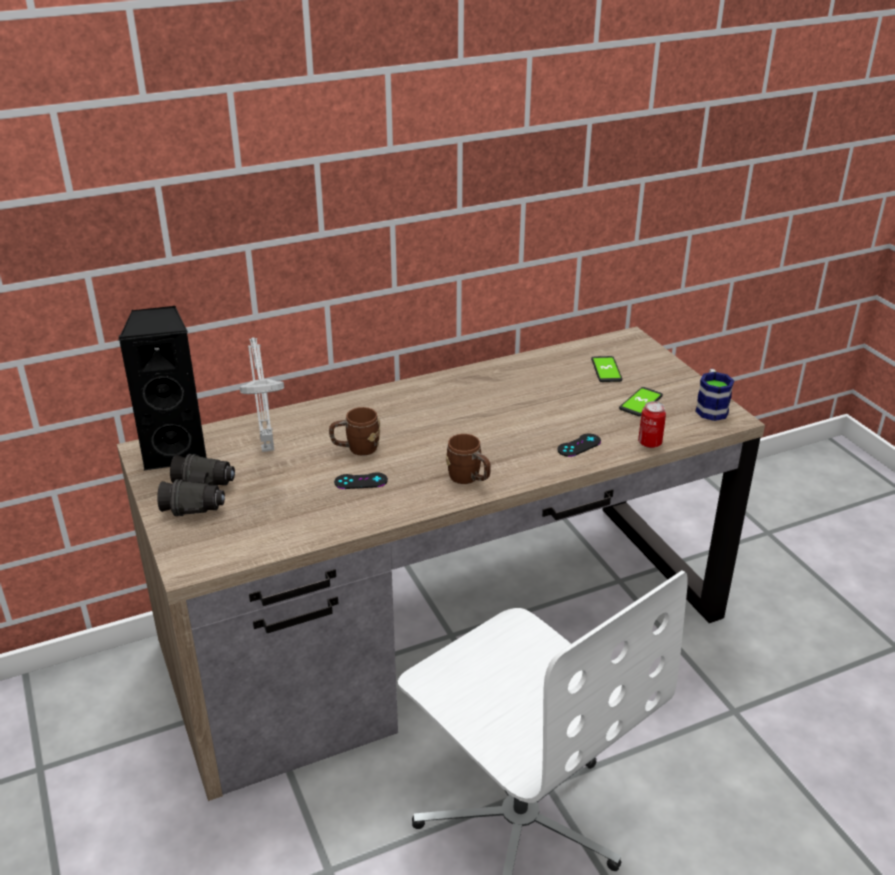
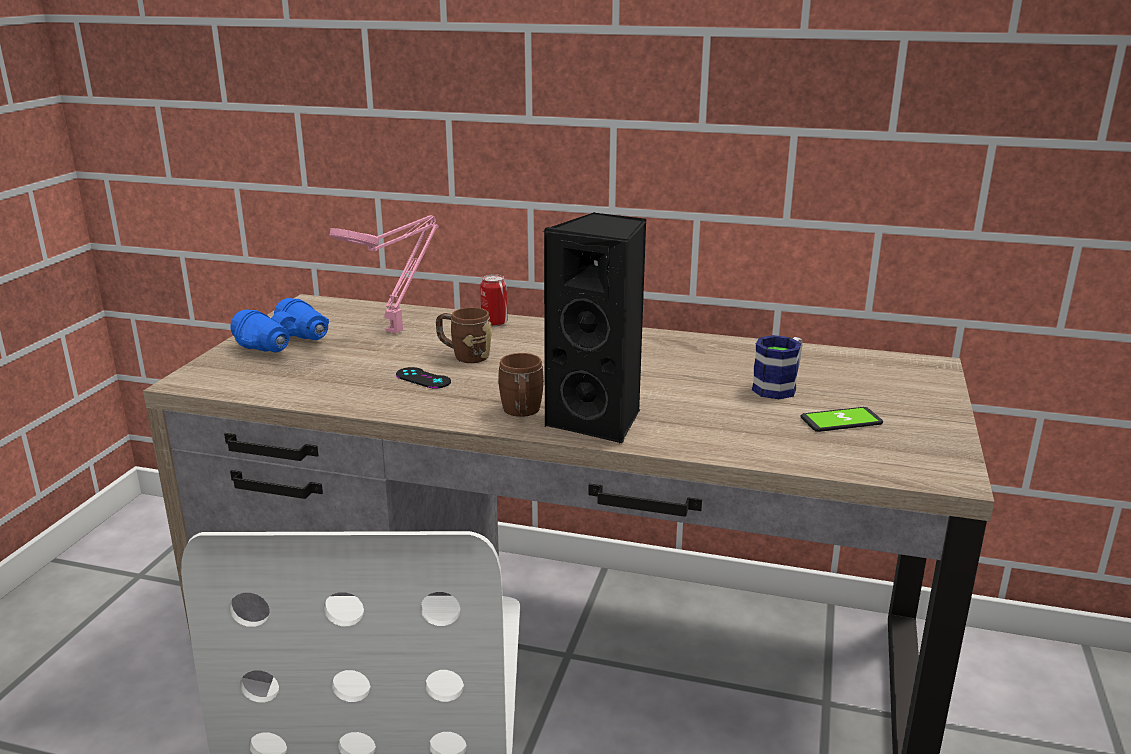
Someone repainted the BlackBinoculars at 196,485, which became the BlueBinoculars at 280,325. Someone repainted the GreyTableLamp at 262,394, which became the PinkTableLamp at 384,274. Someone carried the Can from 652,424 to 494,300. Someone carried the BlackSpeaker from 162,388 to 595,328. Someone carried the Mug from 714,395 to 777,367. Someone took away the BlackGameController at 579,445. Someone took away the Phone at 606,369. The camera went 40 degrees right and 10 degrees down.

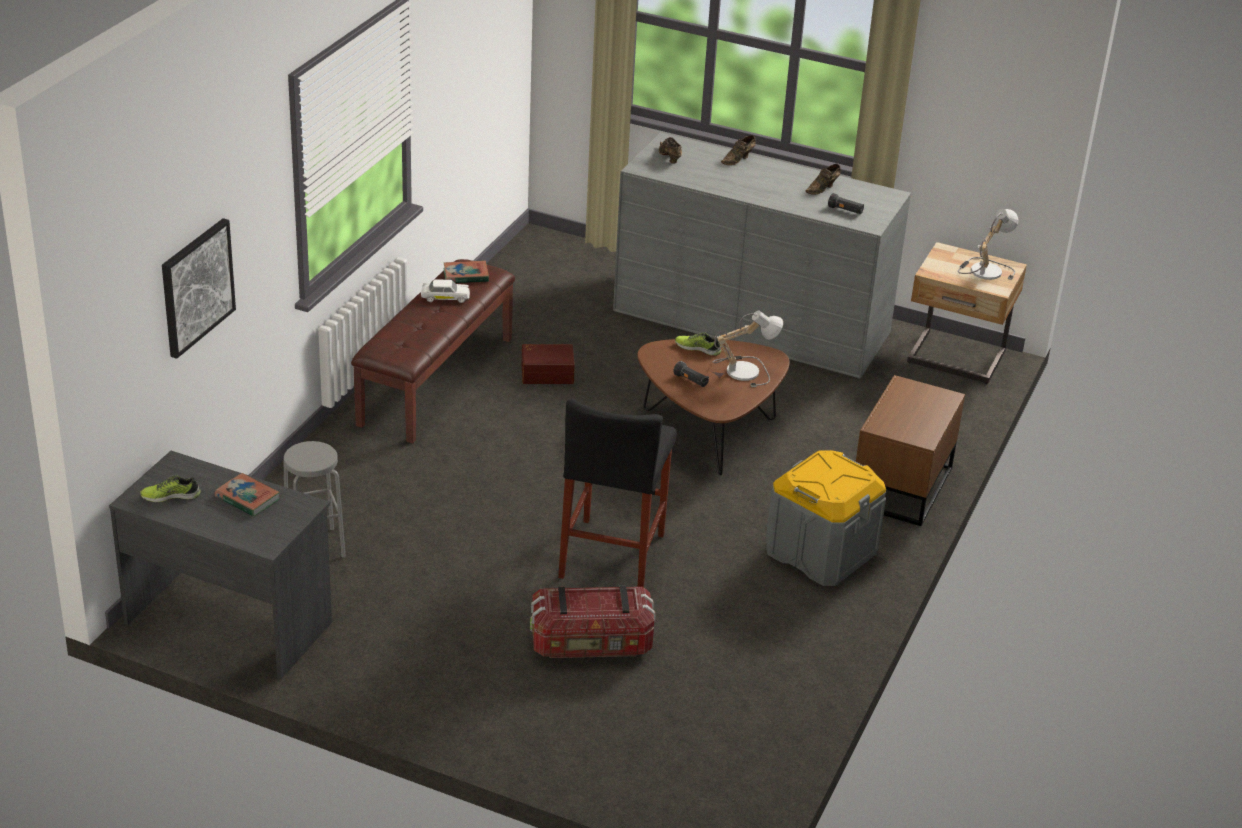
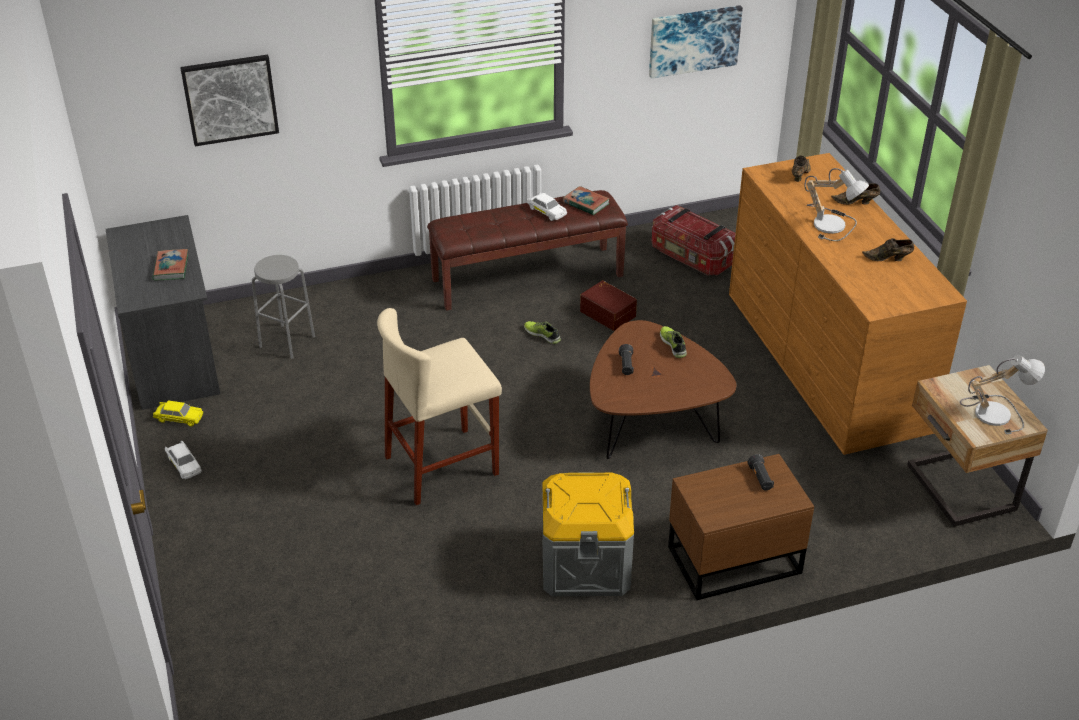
Someone put down the YellowToyCar at 178,414. Someone put down the WhiteToyCar at 183,459. Someone repainted the BlackStool at 617,493, which became the BeigeStool at 439,406. Someone carried the Shoe from 170,488 to 542,332. Someone put up the Picture at 696,41. Someone carried the StorageBox from 593,622 to 694,240. Someone repainted the GreyDresser at 762,255, which became the BrownDresser at 848,304. Someone carried the BlackFlashlight from 846,203 to 761,472. Someone carried the TableLamp from 748,348 to 836,204. The camera went 50 degrees right and 5 degrees up.

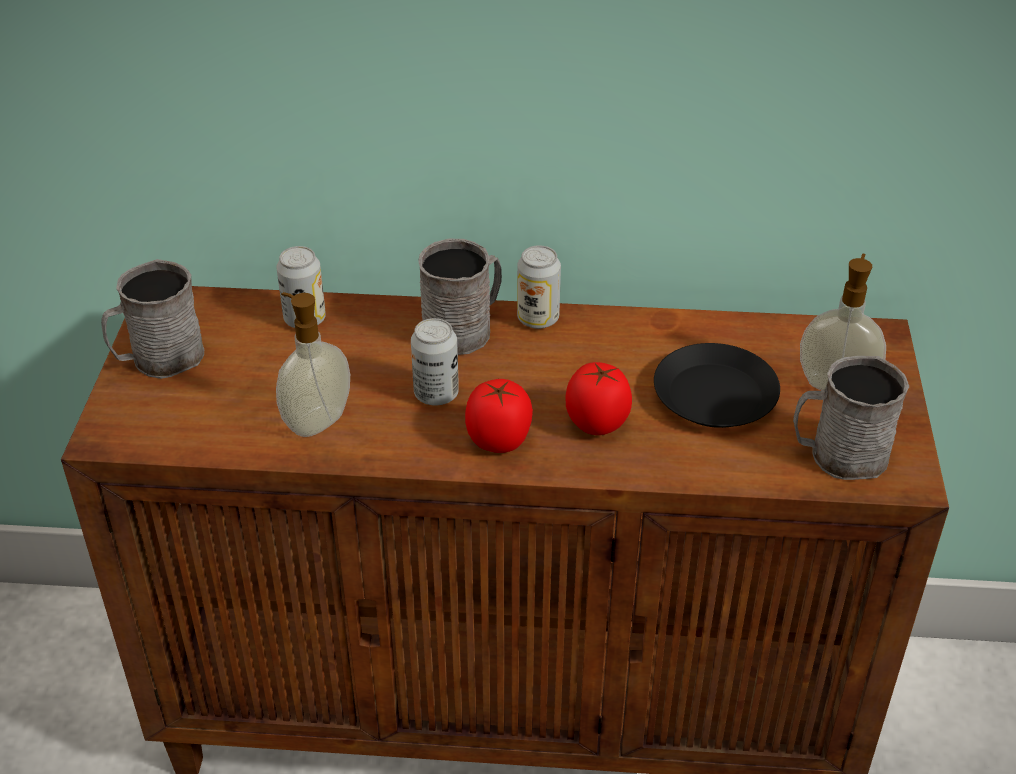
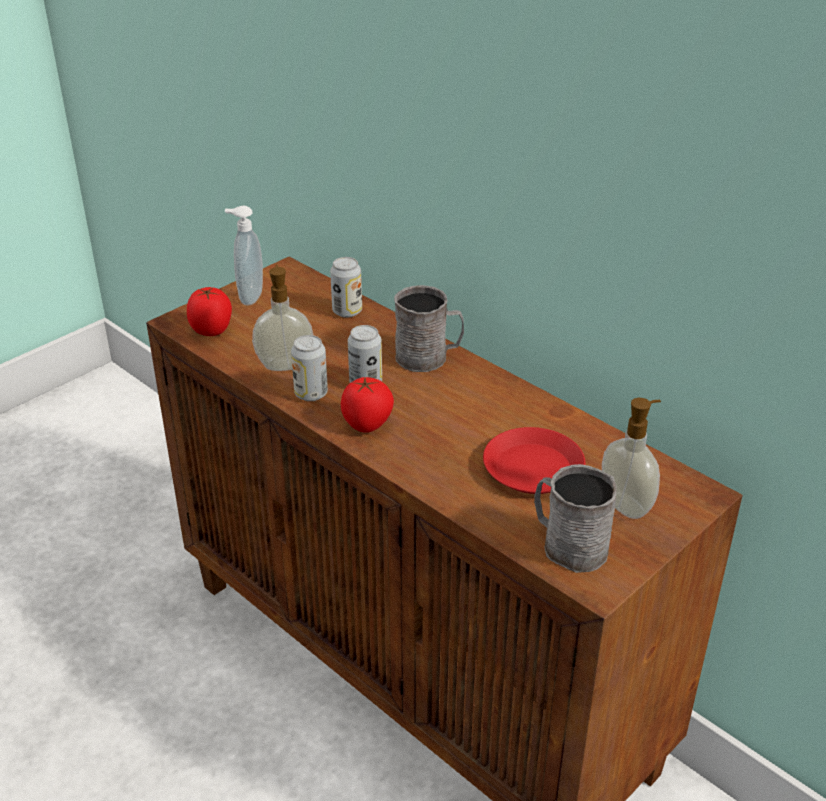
Someone carried the Tomato from 599,398 to 209,311. Someone swapped the GreyMug at 152,319 for the SoapDispenser at 244,255. Someone carried the Can from 539,287 to 309,368. Someone repainted the BlackPlate at 717,385, which became the RedPlate at 534,460. The camera went 40 degrees right and 5 degrees down.

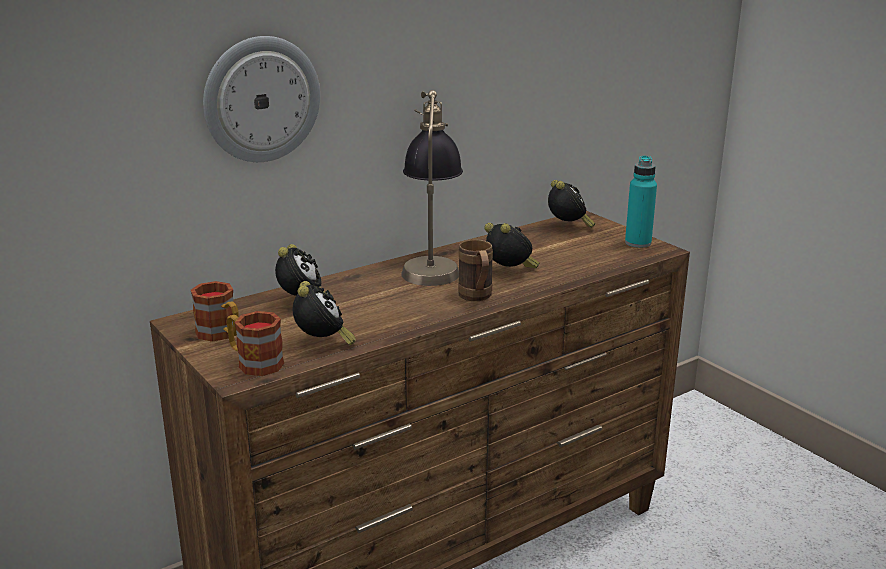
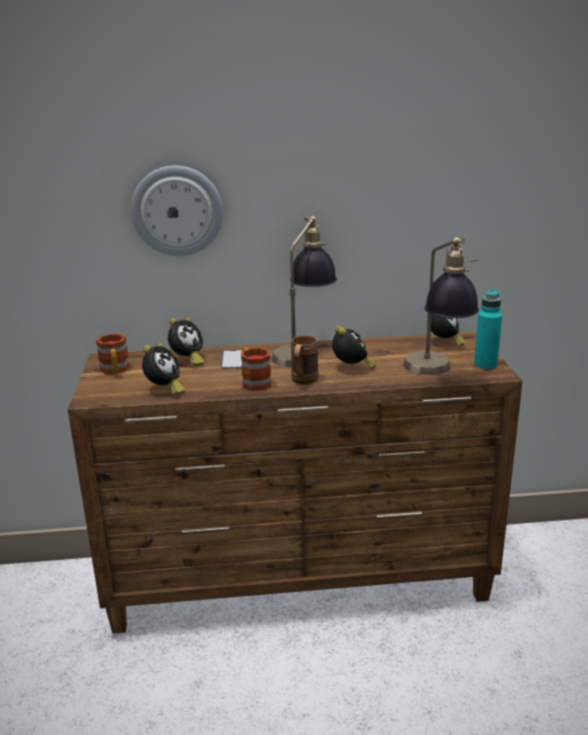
Someone put down the Phone at 232,359. Someone carried the Mug from 255,343 to 256,369. Someone put down the TableLamp at 441,306. The camera went 30 degrees right and 0 degrees up.

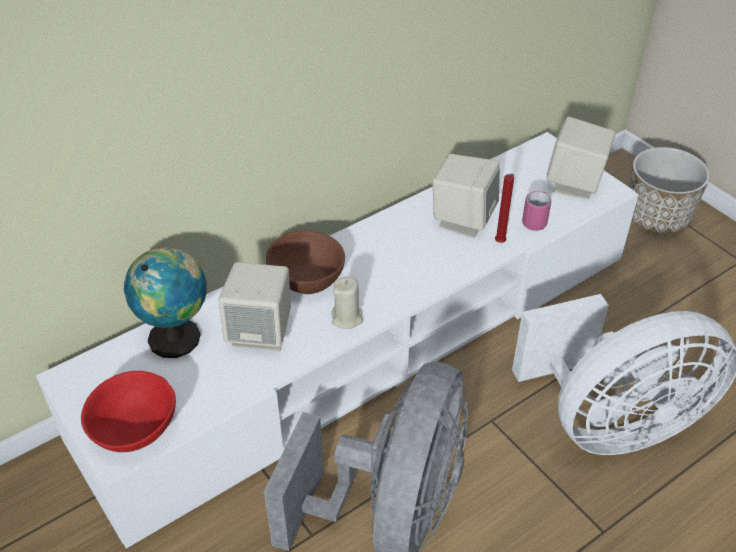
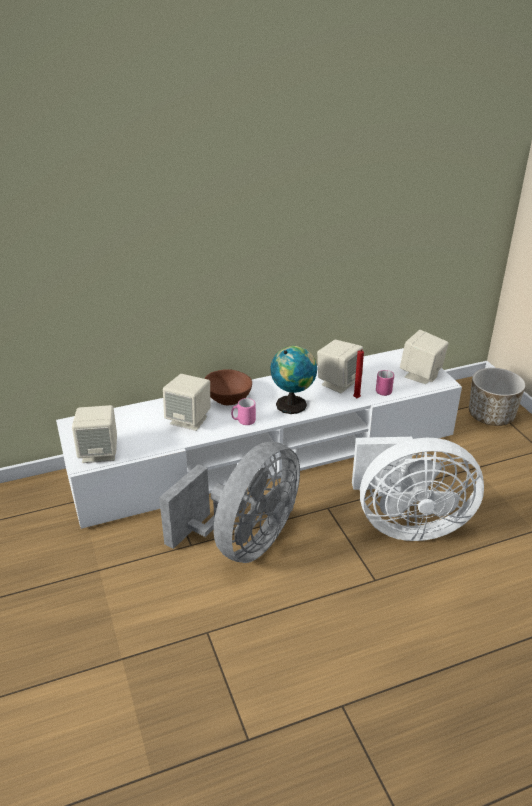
Someone swapped the RedBowl at 128,411 for the BeigeSpeaker at 94,434. Someone swapped the BeigeCandle at 347,303 for the PinkMug at 243,411. Someone carried the Globe from 165,302 to 294,380. The camera went 15 degrees right and 10 degrees down.

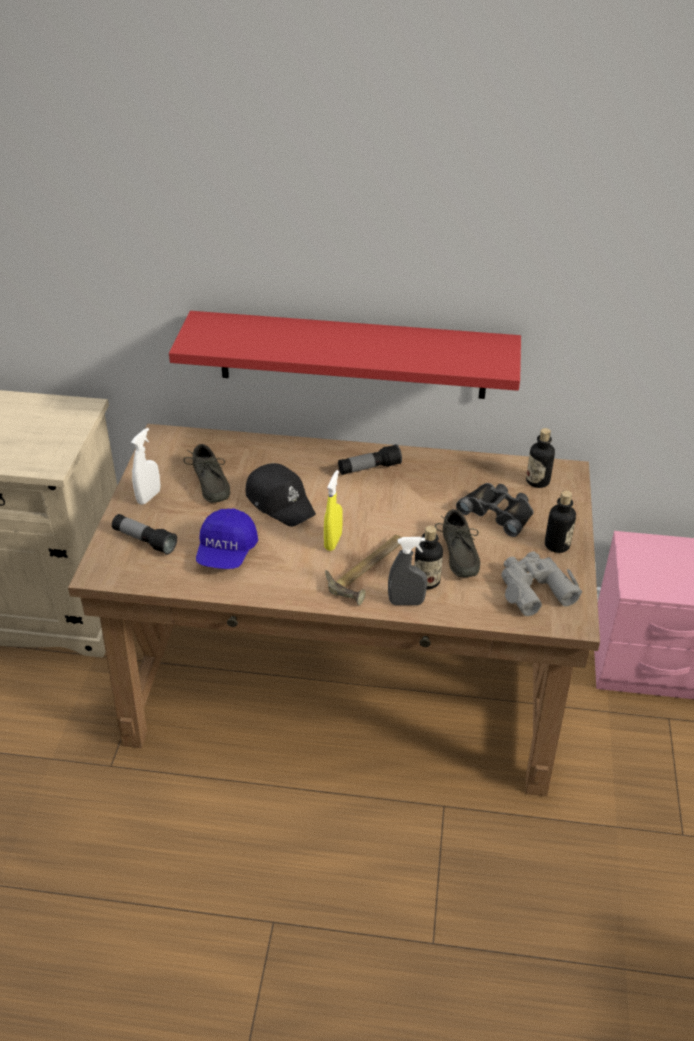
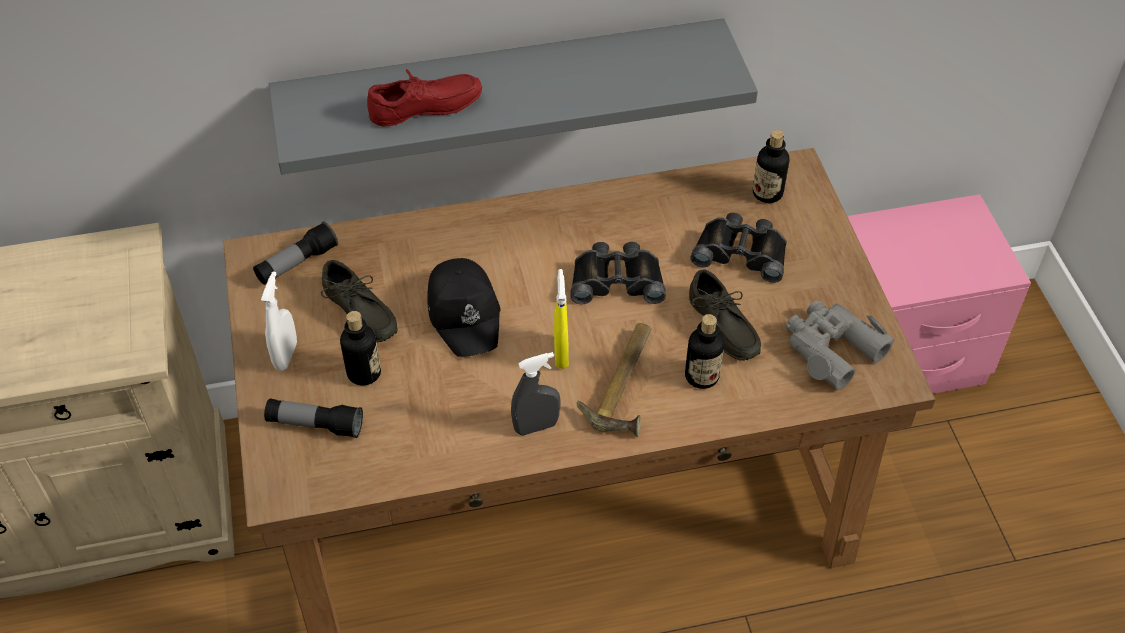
Someone carried the Flashlight from 370,459 to 295,253. Someone repainted the RedShelf at 345,355, which became the GreyShelf at 513,96. Someone carried the Bottle from 560,521 to 360,348. Someone put down the RedShoe at 424,98. Someone rotated the BlackCap at 281,495 by 45 degrees clockwise. Someone carried the GreySprayBottle from 407,571 to 535,393. Someone put down the BlackBinoculars at 618,273. Someone took away the BlueCap at 227,539. The camera went 20 degrees left and 10 degrees up.

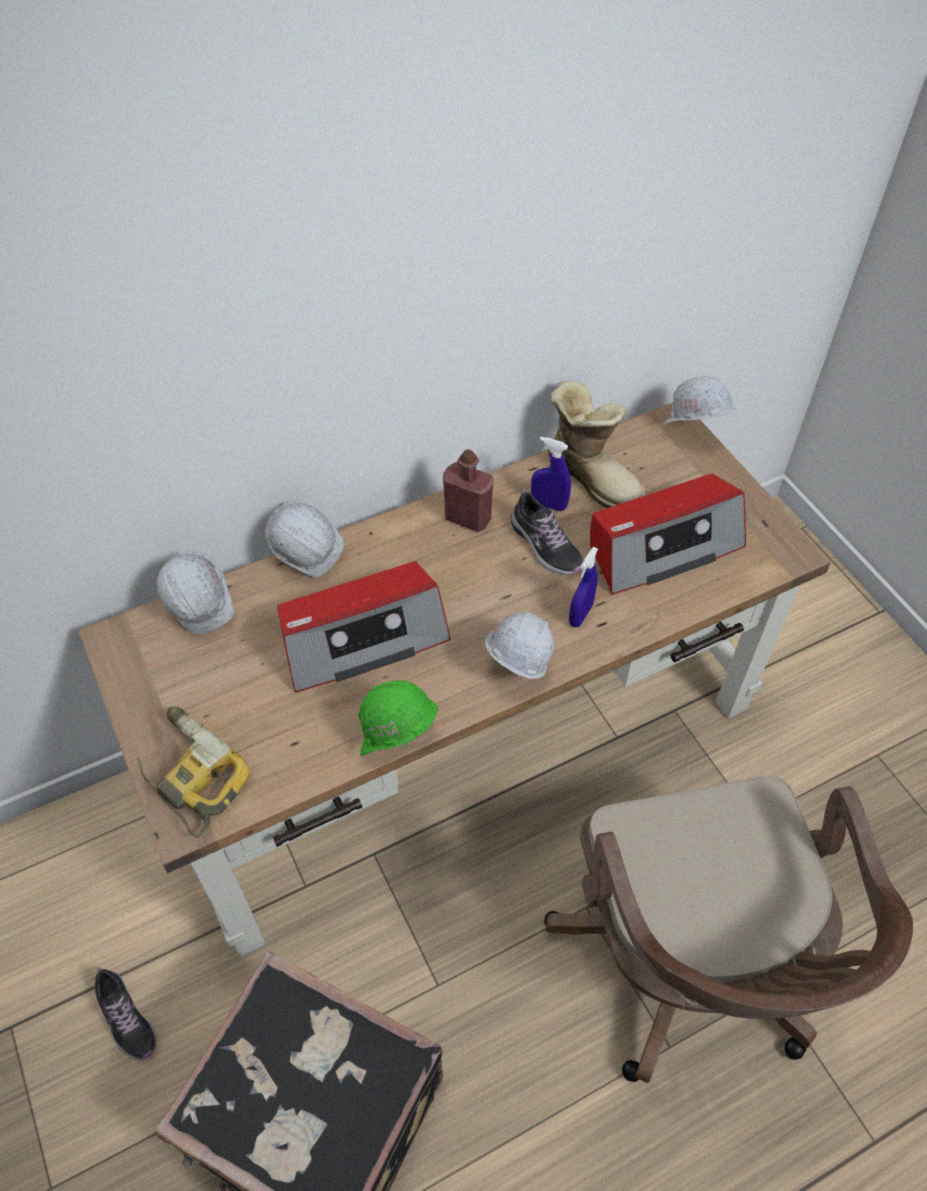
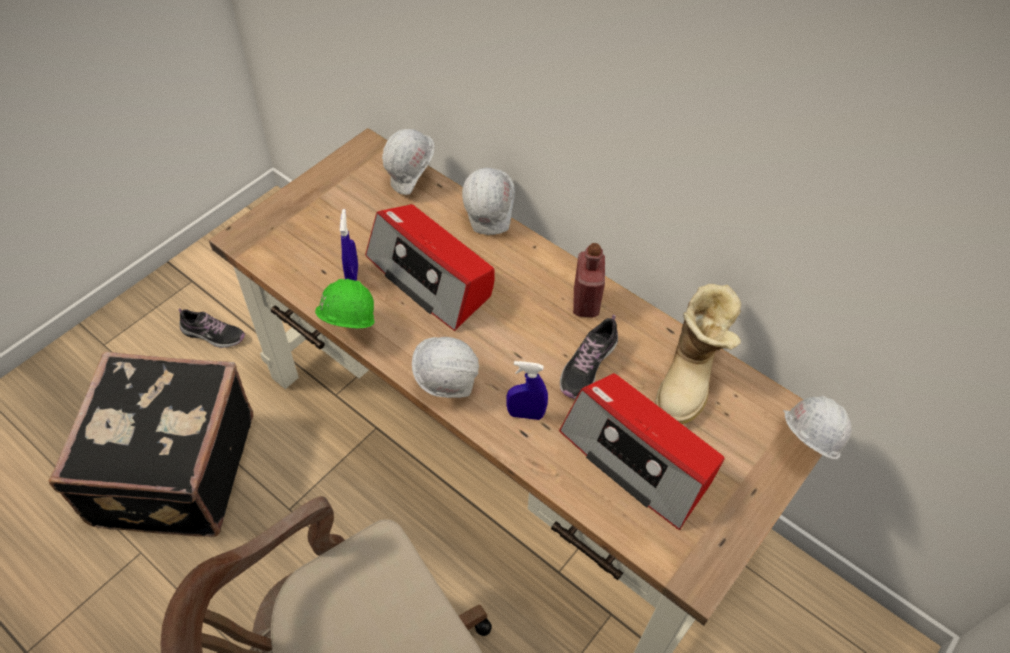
Someone rotated the Shoe at 125,1013 by 105 degrees counterclockwise. Someone carried the BlueSprayBottle from 551,474 to 349,245. Someone took away the PowerDrill at 193,772. The camera went 65 degrees right and 0 degrees up.

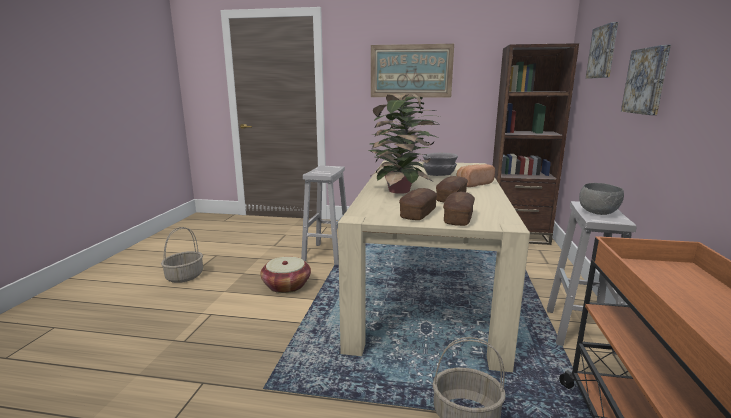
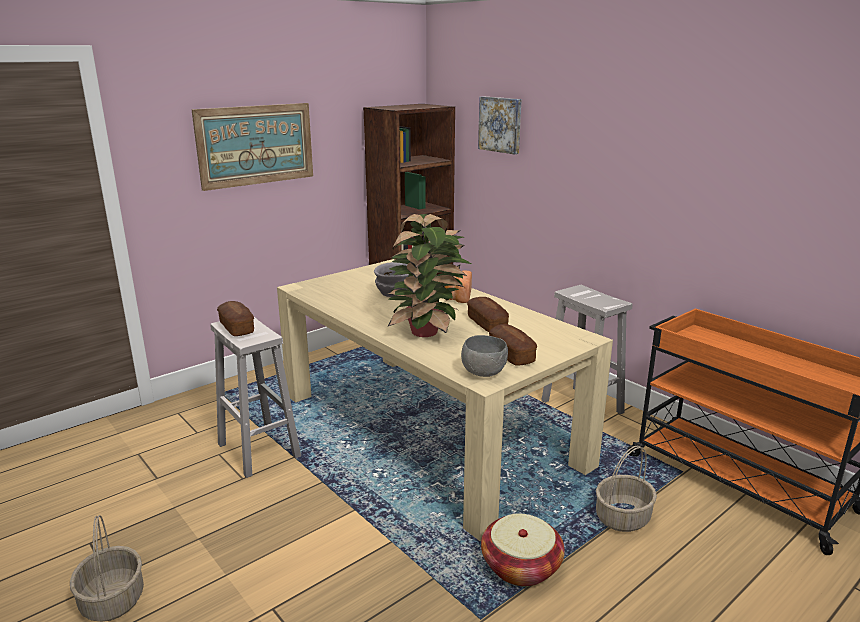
Someone carried the Bread from 459,209 to 235,318. Someone carried the GreyBowl from 601,199 to 484,356. Someone carried the Basket from 286,275 to 523,550. Someone took away the Picture at 646,80. The camera went 50 degrees left and 5 degrees up.

